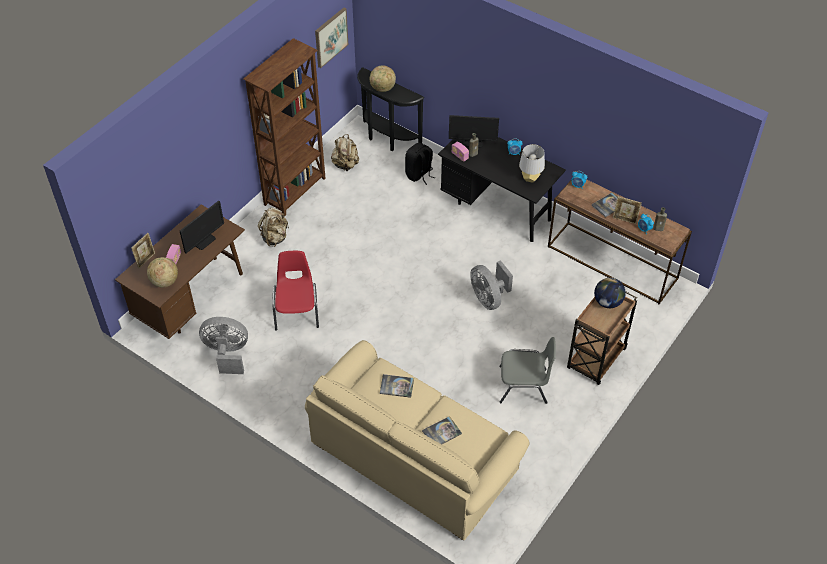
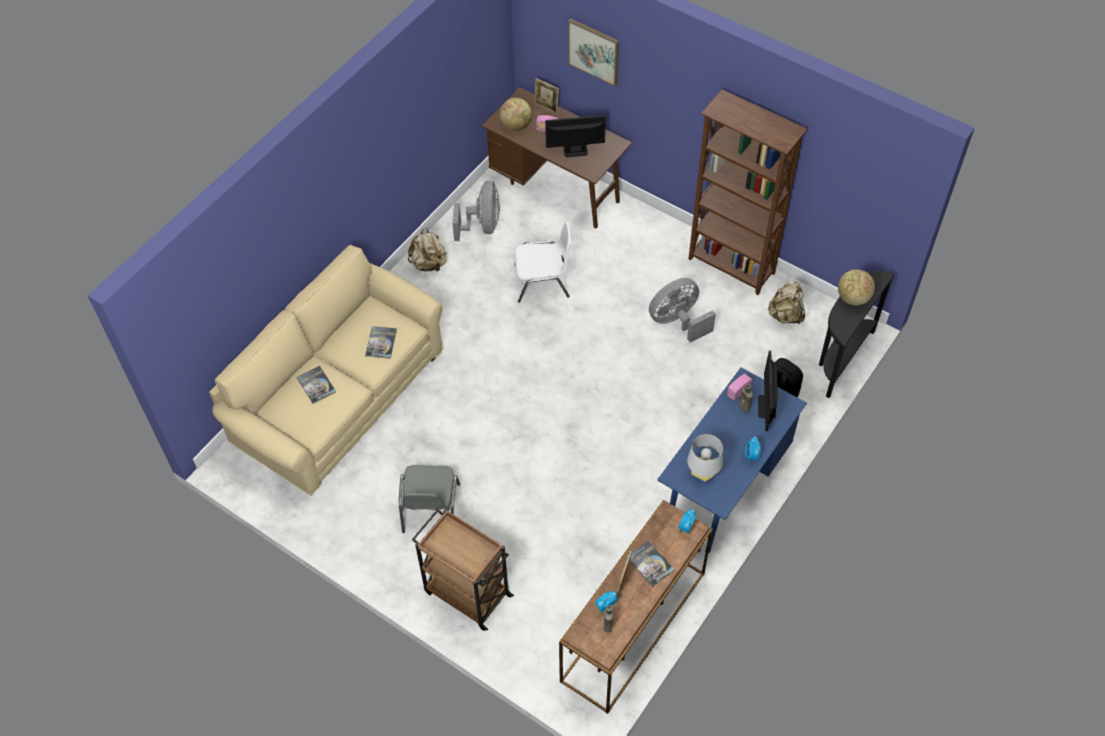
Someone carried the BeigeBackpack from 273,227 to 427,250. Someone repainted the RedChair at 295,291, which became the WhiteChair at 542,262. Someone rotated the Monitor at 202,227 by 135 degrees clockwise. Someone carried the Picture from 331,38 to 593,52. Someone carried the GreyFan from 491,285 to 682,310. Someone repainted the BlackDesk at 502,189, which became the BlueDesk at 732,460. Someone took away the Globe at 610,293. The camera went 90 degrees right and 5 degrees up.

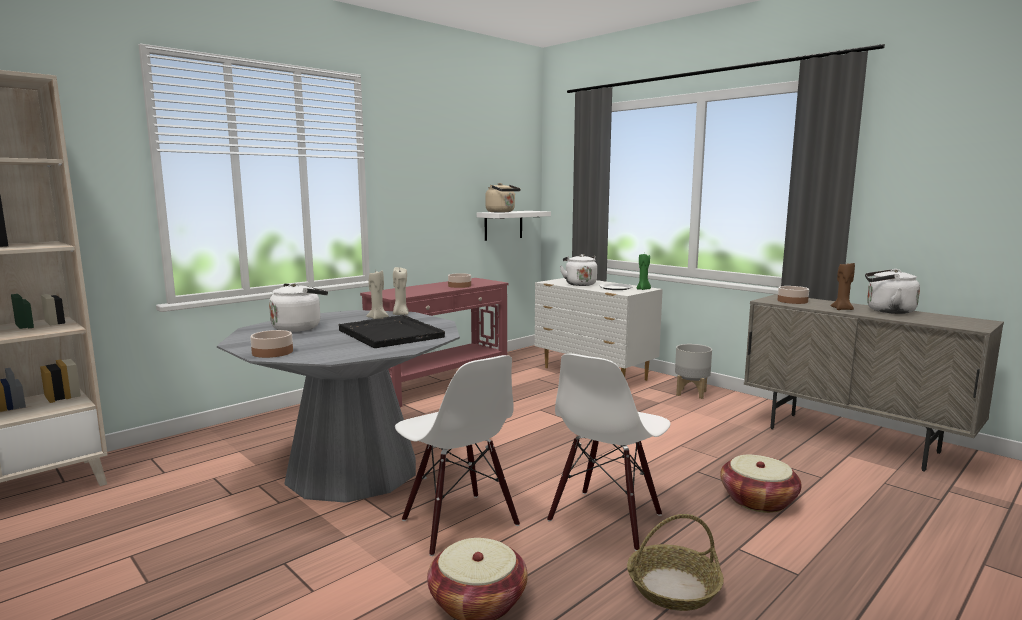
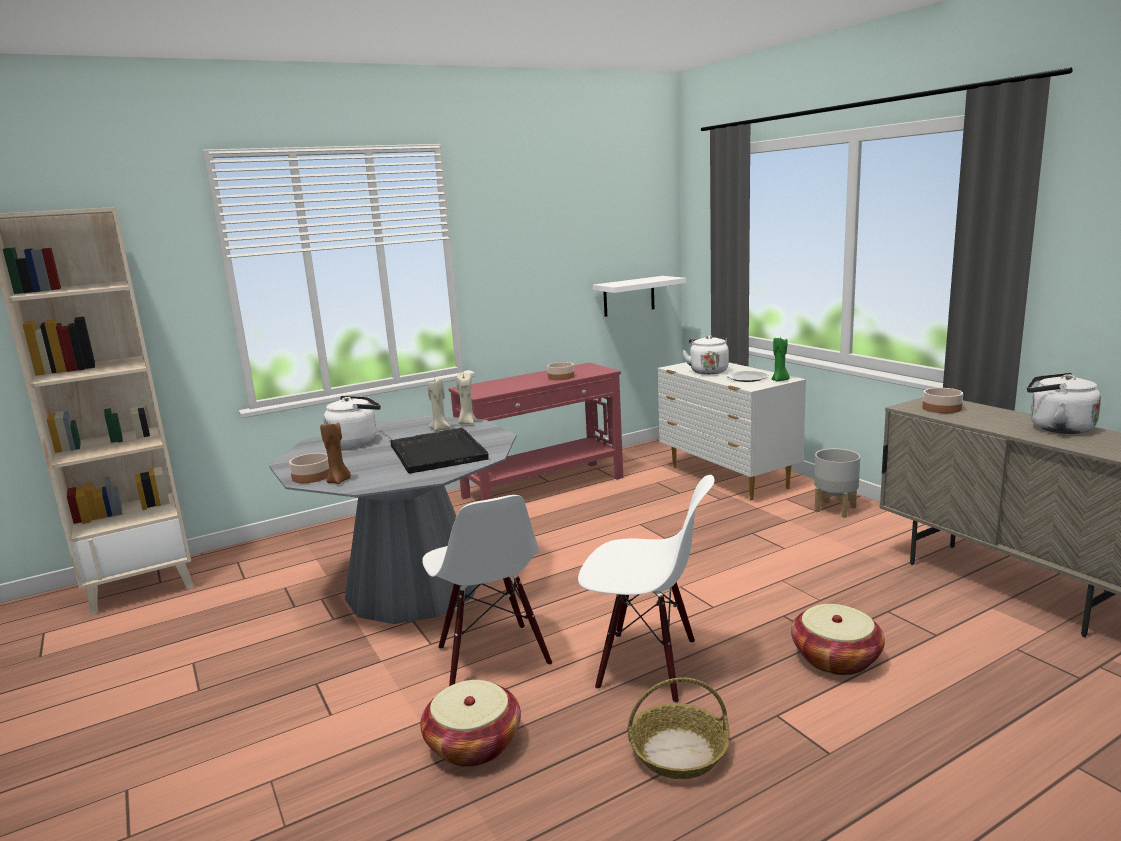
Someone carried the BrownCandle from 842,286 to 335,452. Someone rotated the WhiteChair at 609,452 by 120 degrees counterclockwise. Someone took away the BeigeKettle at 503,197. The camera went 15 degrees right and 5 degrees up.

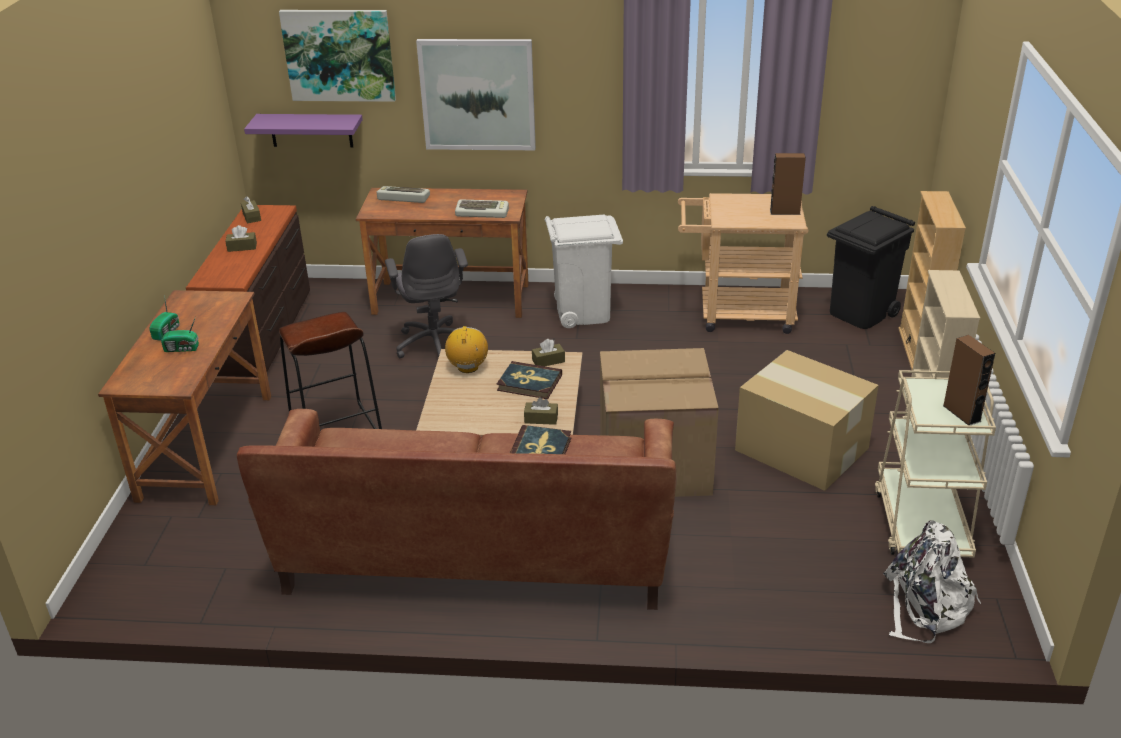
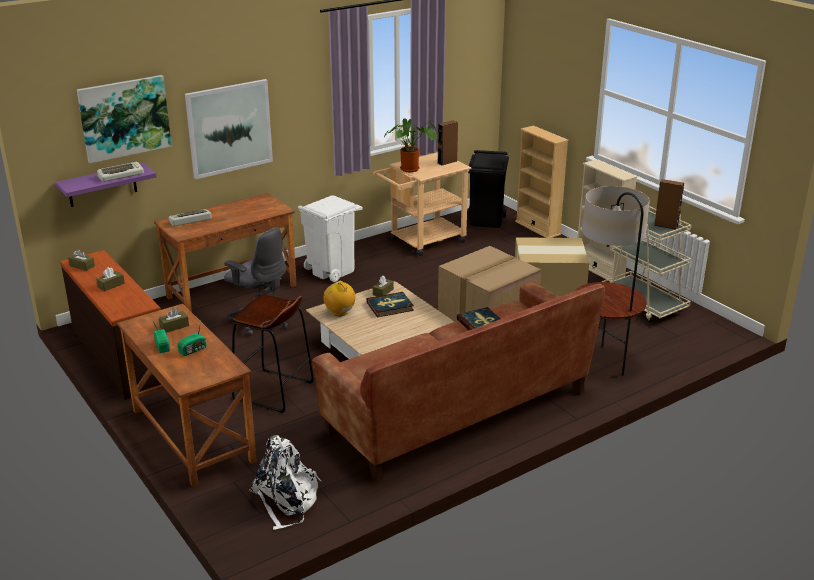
Someone carried the Keyboard from 482,209 to 120,172. Someone carried the BrownTissueBox from 541,411 to 174,320. Someone carried the WhiteBackpack from 932,581 to 286,482. Someone put down the PottedPlant at 410,145. Someone put down the FloorLamp at 612,281. The camera went 40 degrees left and 5 degrees down.

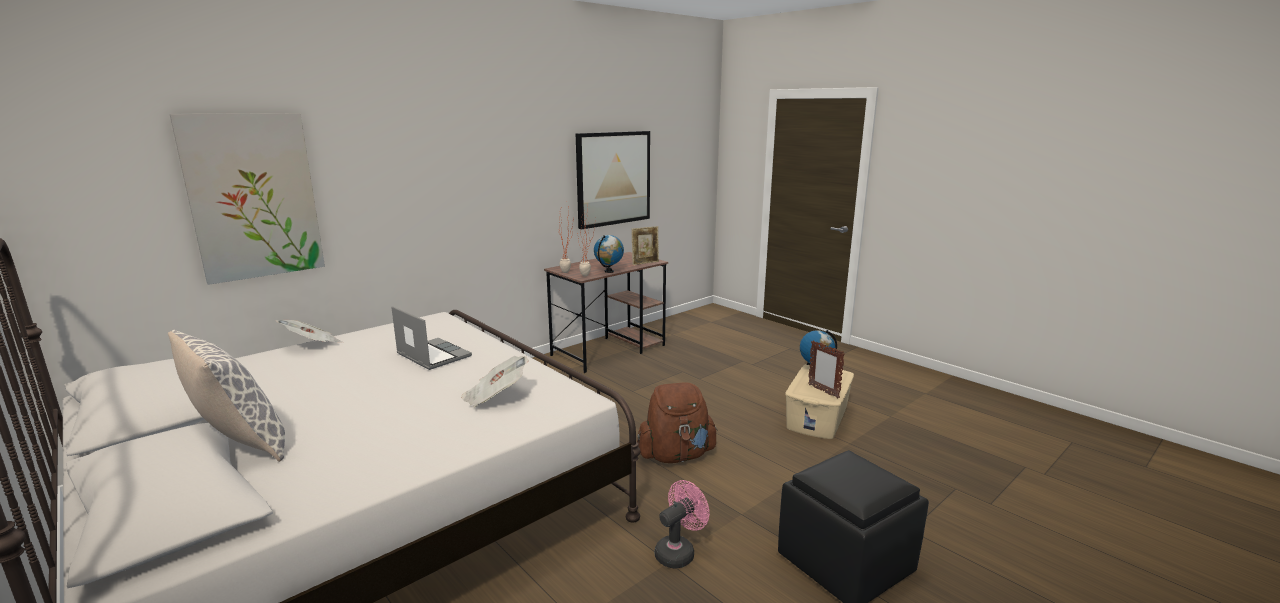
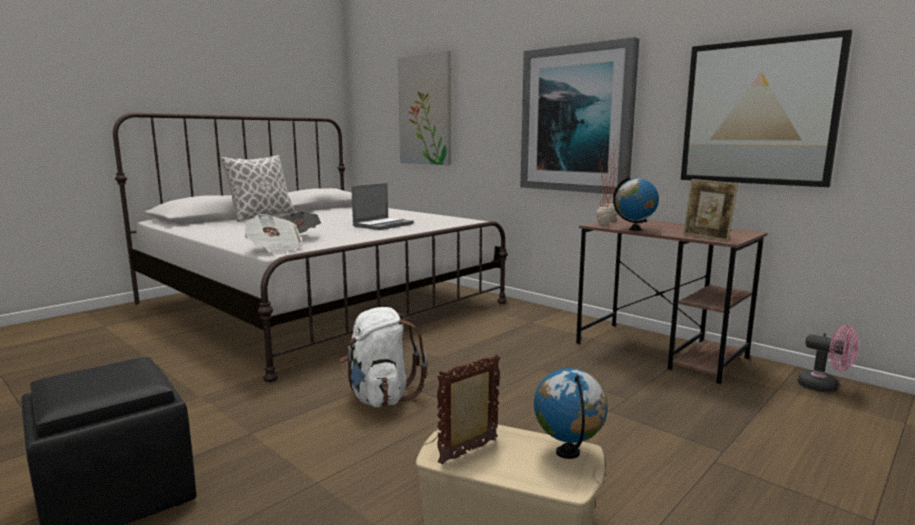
Someone carried the Newspaper from 308,331 to 273,234. Someone repainted the BrownBackpack at 677,422, which became the WhiteBackpack at 383,357. Someone put up the Picture at 580,116. Someone carried the PinkFan from 682,524 to 827,358. The camera went 85 degrees right and 5 degrees down.

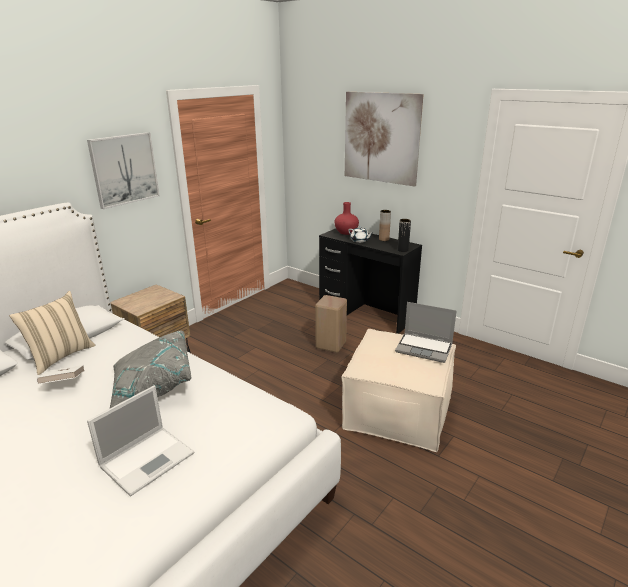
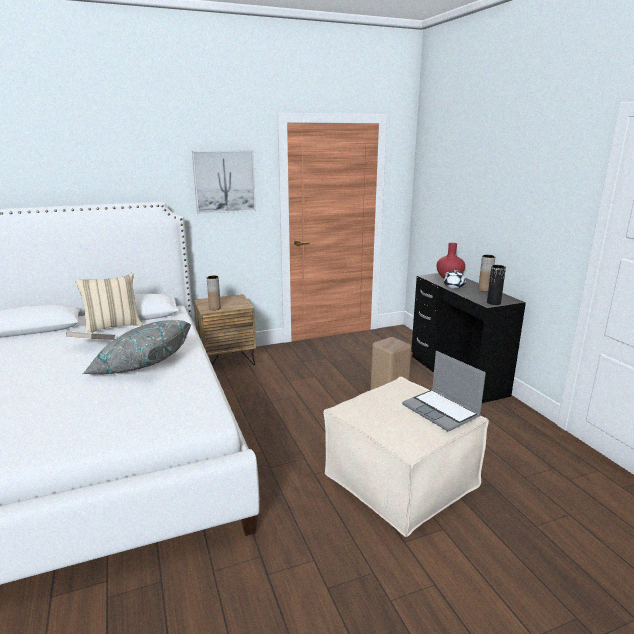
Someone put down the BrownVase at 214,293. Someone took away the Laptop at 140,441. Someone took away the Picture at 384,139. The camera went 30 degrees right and 5 degrees down.

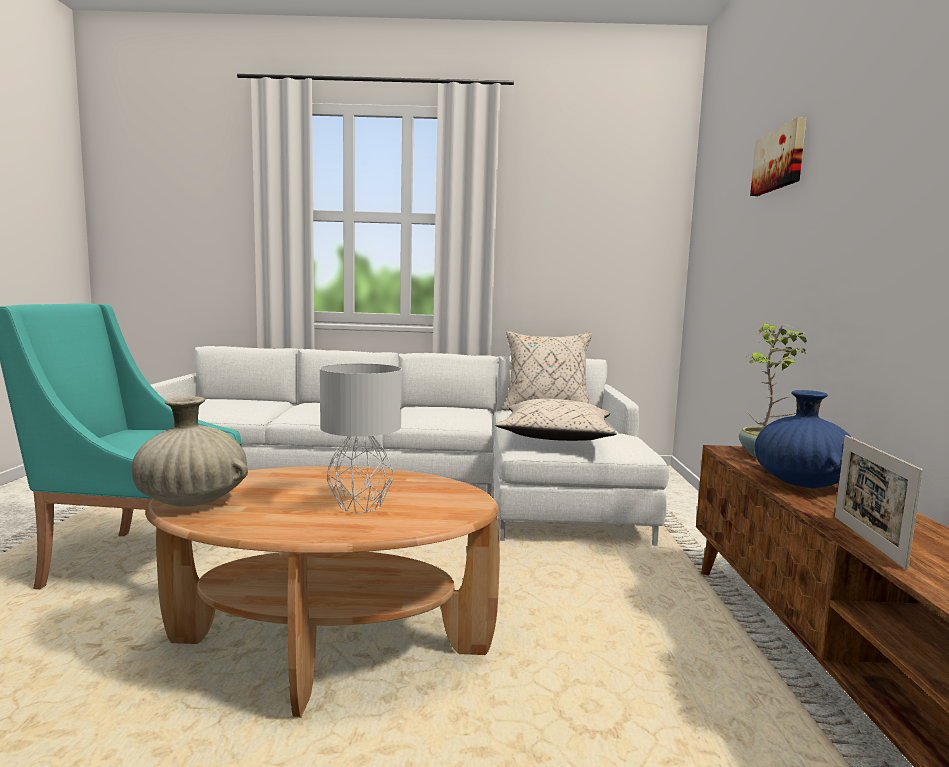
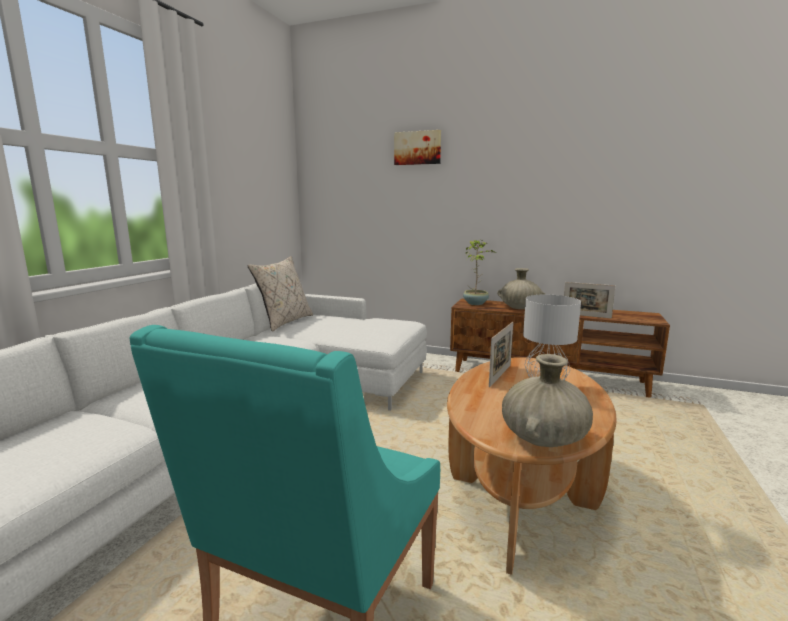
Someone put down the PictureFrame at 501,354. Someone repainted the BlueVase at 803,439, which became the BeigeVase at 521,288. Someone took away the BeigePillow at 556,420. The camera went 70 degrees left and 5 degrees up.

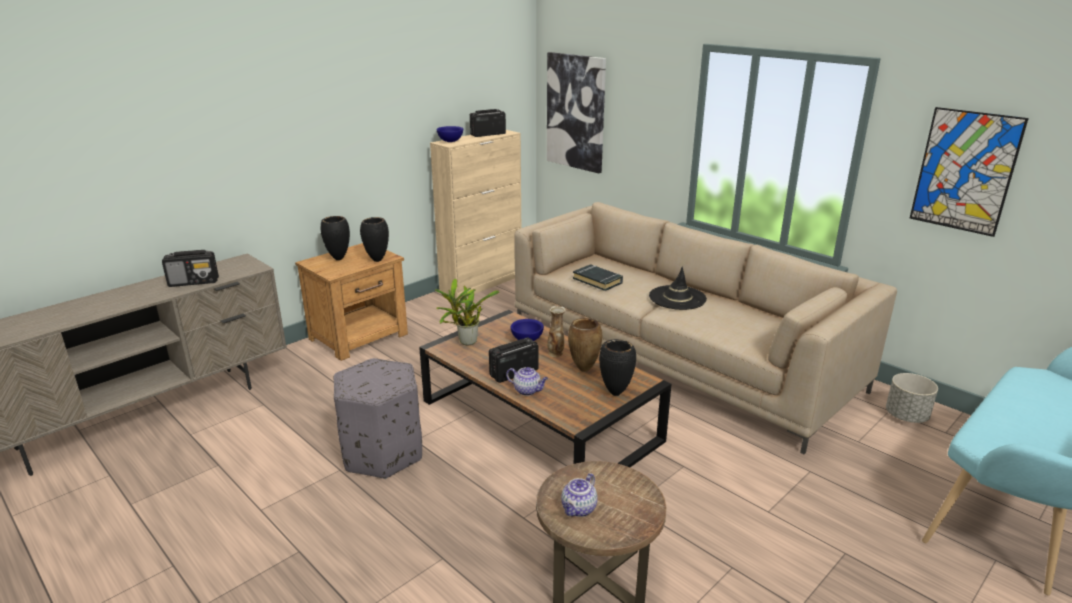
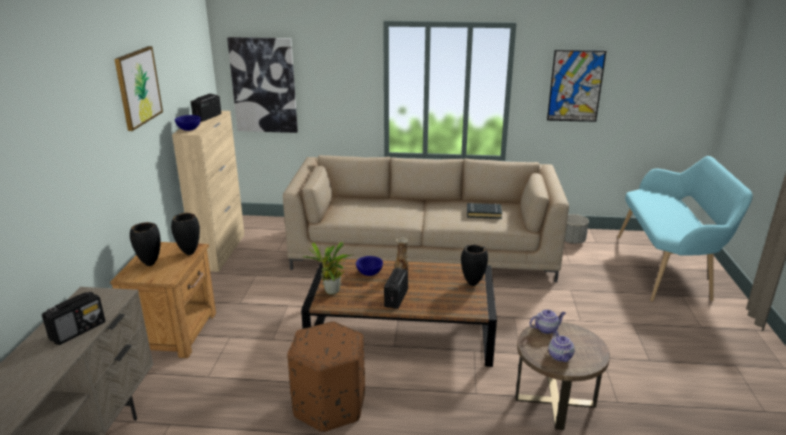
Someone put up the Picture at 138,88. Someone repainted the GreyOttoman at 377,418, which became the BrownOttoman at 326,376. Someone carried the BlackBook from 598,277 to 484,211. Someone carried the Teapot from 527,381 to 548,322. Someone took away the BrownVase at 585,345. Someone took away the BlackHat at 678,288. The camera went 40 degrees left and 0 degrees up.

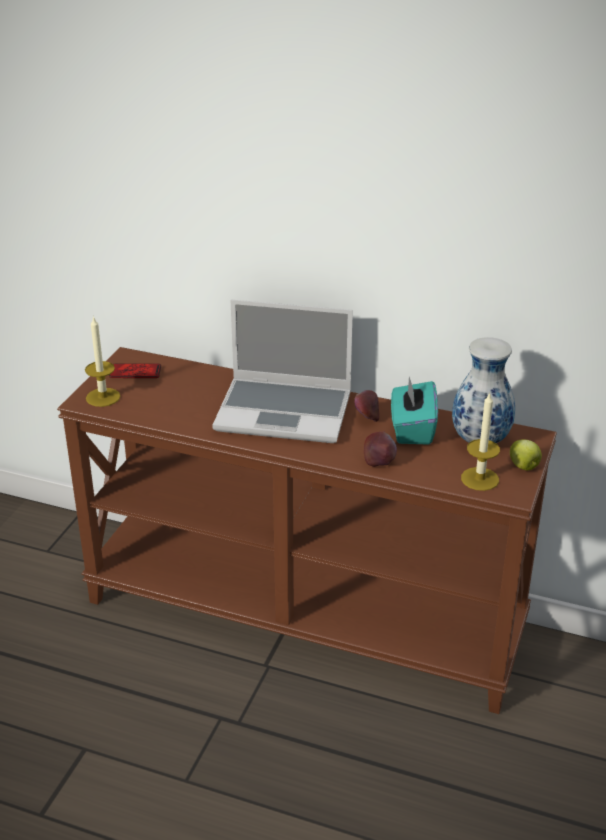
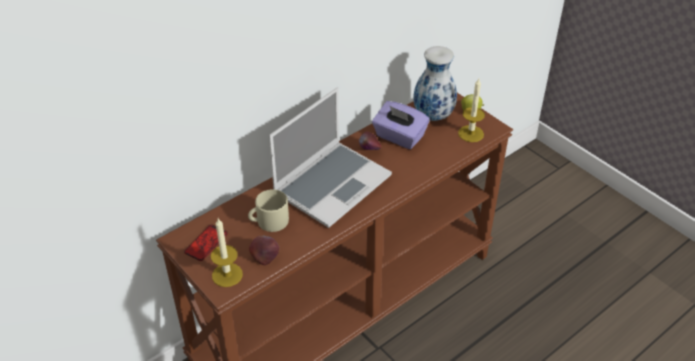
Someone put down the BeigeMug at 268,210. Someone carried the Apple from 380,449 to 264,250. Someone repainted the TurquoiseTissueBox at 414,411, which became the PurpleTissueBox at 401,125. The camera went 60 degrees left and 10 degrees up.

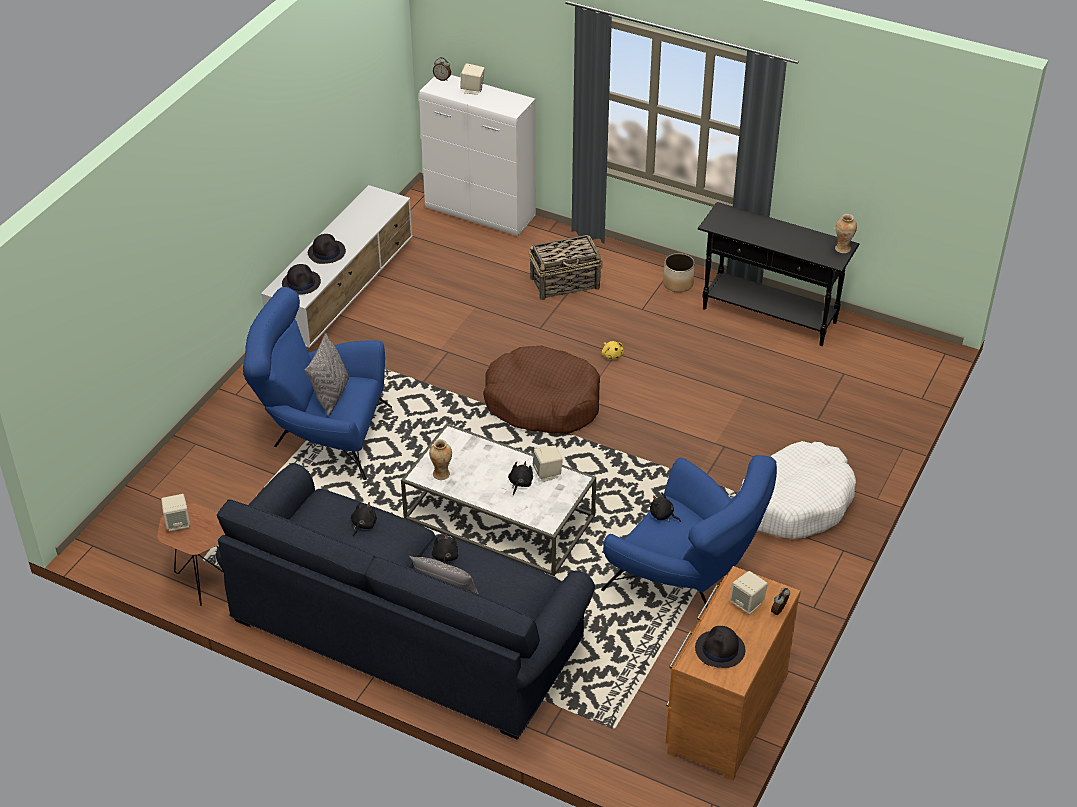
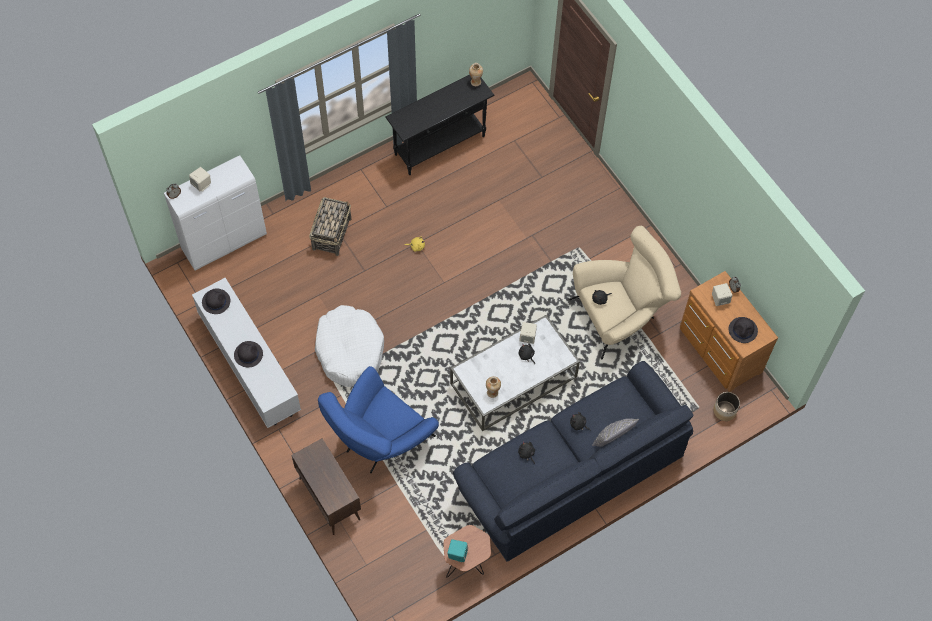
Someone carried the BlackHat from 301,279 to 216,301. Someone put down the BrownCabinet at 326,486. Someone carried the WhiteDogBed from 798,490 to 349,346. Someone repainted the BeigeSpeaker at 175,513, which became the TurquoiseSpeaker at 458,550. Someone repainted the BlueArmchair at 689,531, which became the BeigeArmchair at 625,293. Someone carried the Planter from 679,272 to 726,406. Someone took away the GreyPillow at 327,375. Someone took away the BrownDogBed at 541,390. The camera went 60 degrees left and 20 degrees up.

